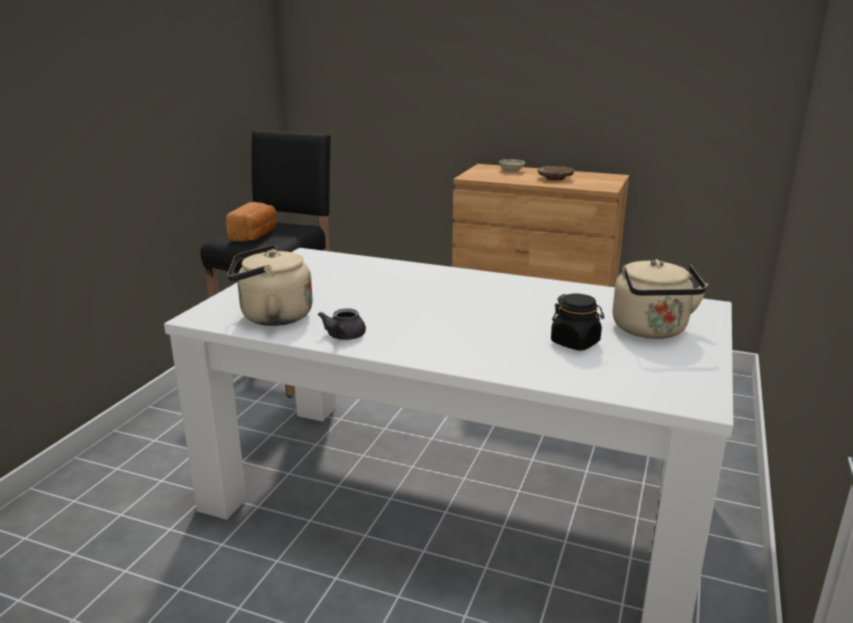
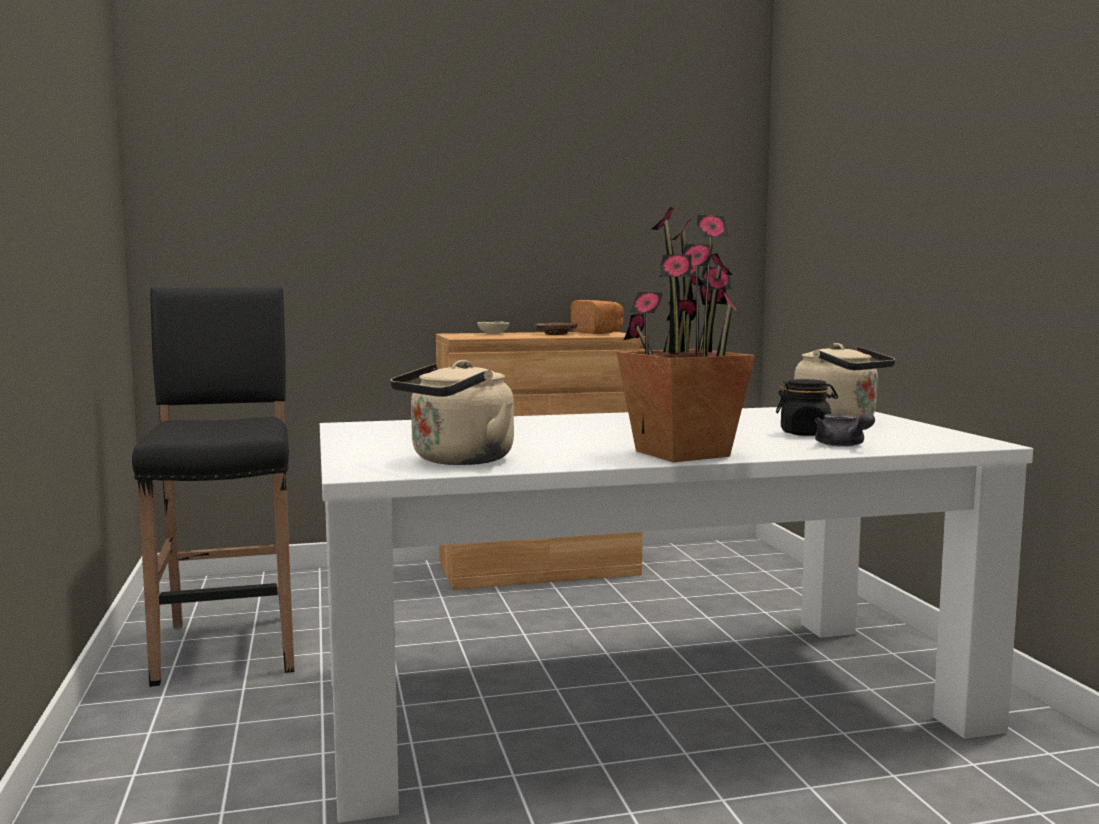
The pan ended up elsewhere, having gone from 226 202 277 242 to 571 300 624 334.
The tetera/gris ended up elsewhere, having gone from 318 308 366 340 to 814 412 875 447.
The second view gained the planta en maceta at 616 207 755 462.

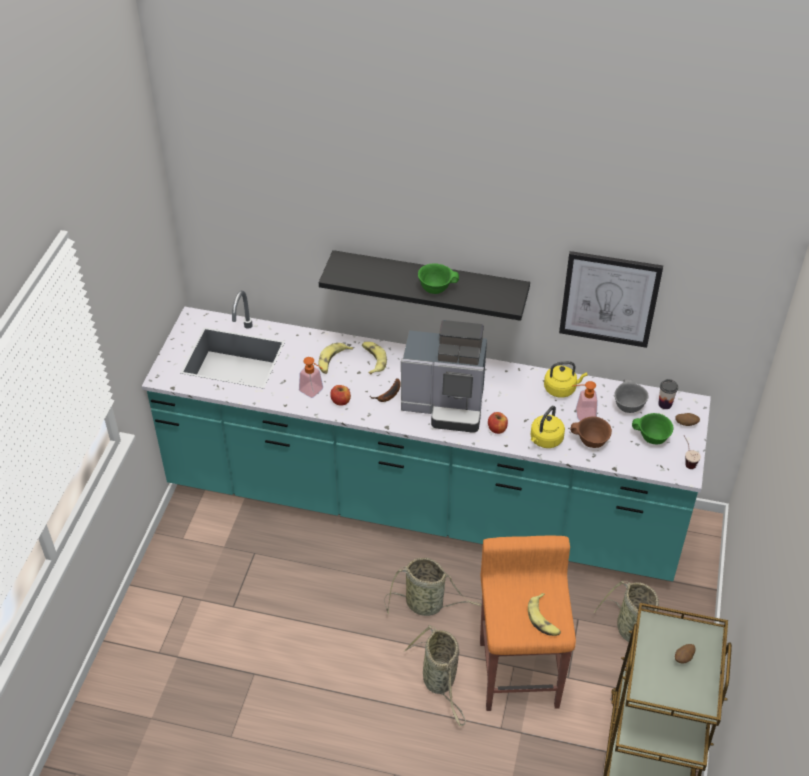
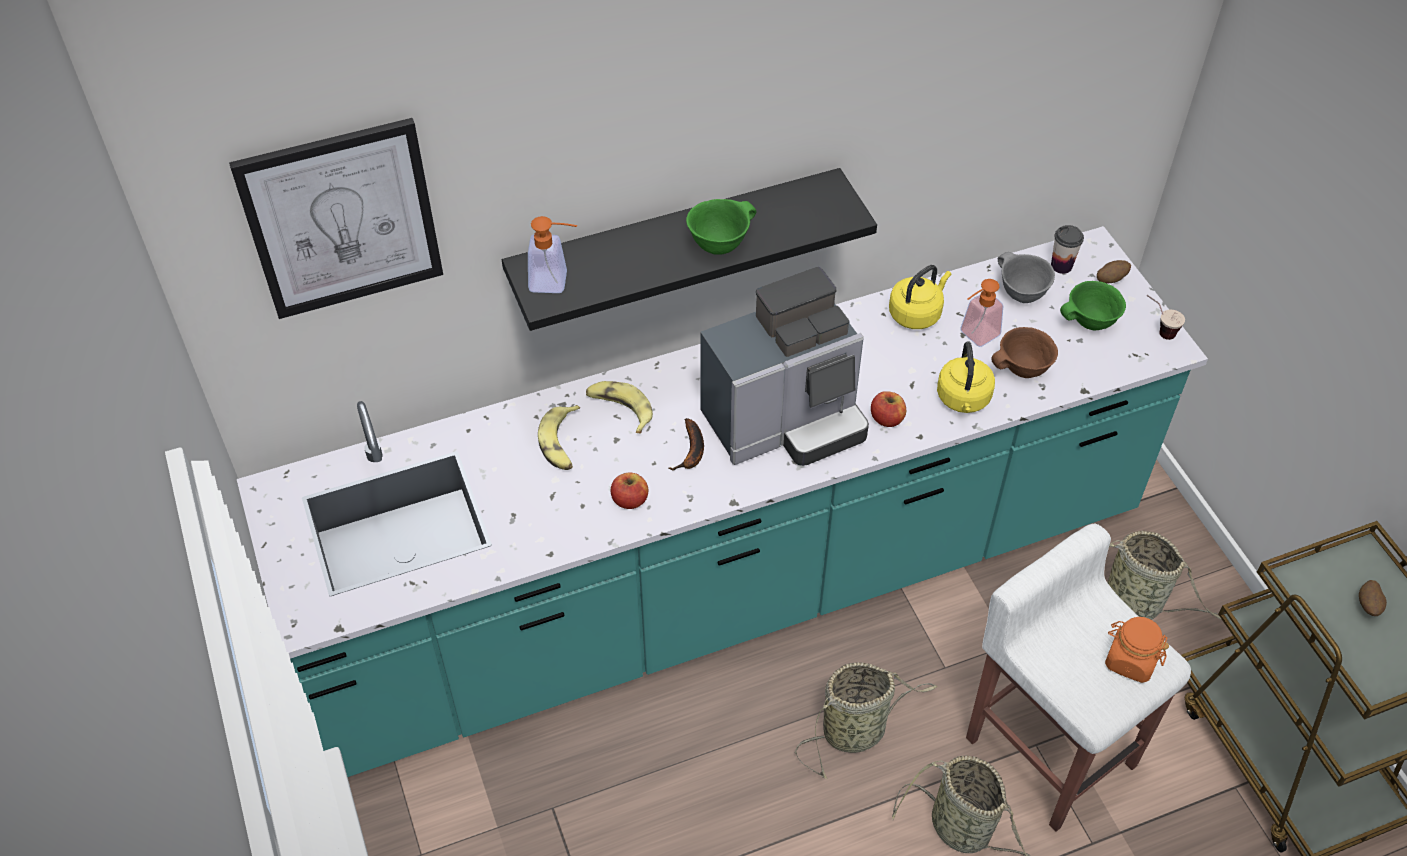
The dispensador de jabón ended up elsewhere, having gone from 299 357 323 398 to 528 216 577 293.
What was the taburete/naranja at 480 535 576 711 turned into the taburete/blanco at 966 524 1191 832.
Where the plátano stood at 528 593 561 636, the tarro/naranja came to stand at 1105 617 1169 683.
The cuadro ended up elsewhere, having gone from 559 251 663 348 to 229 118 443 319.

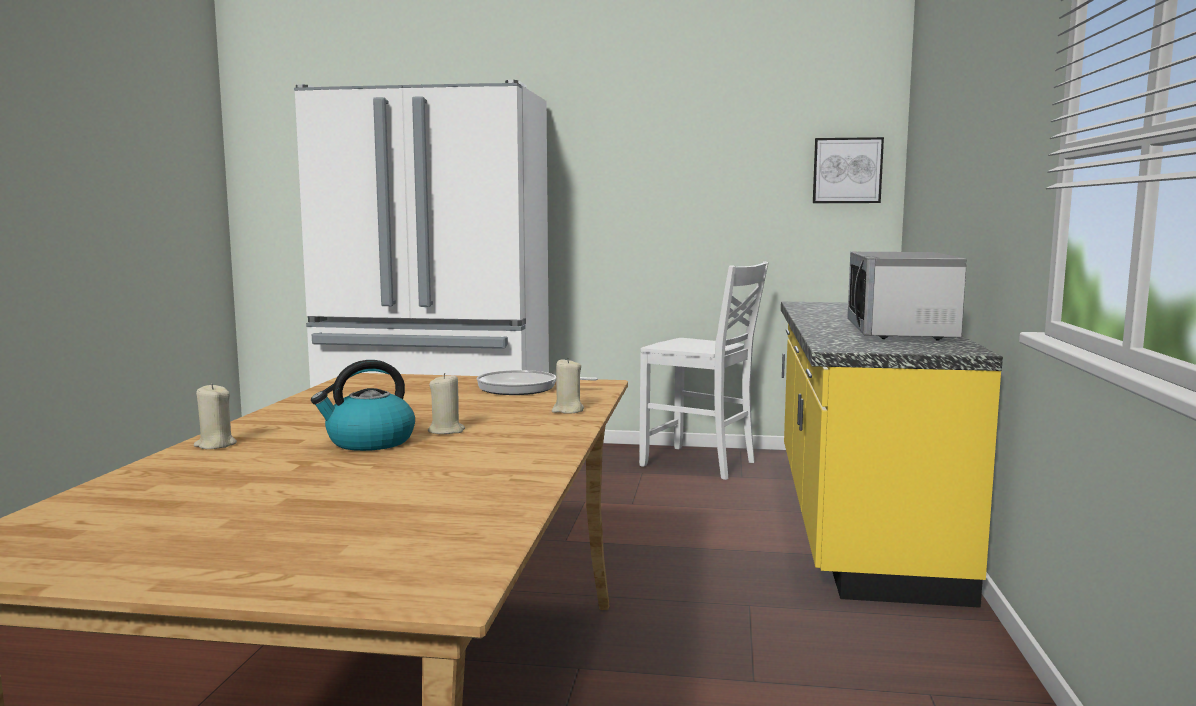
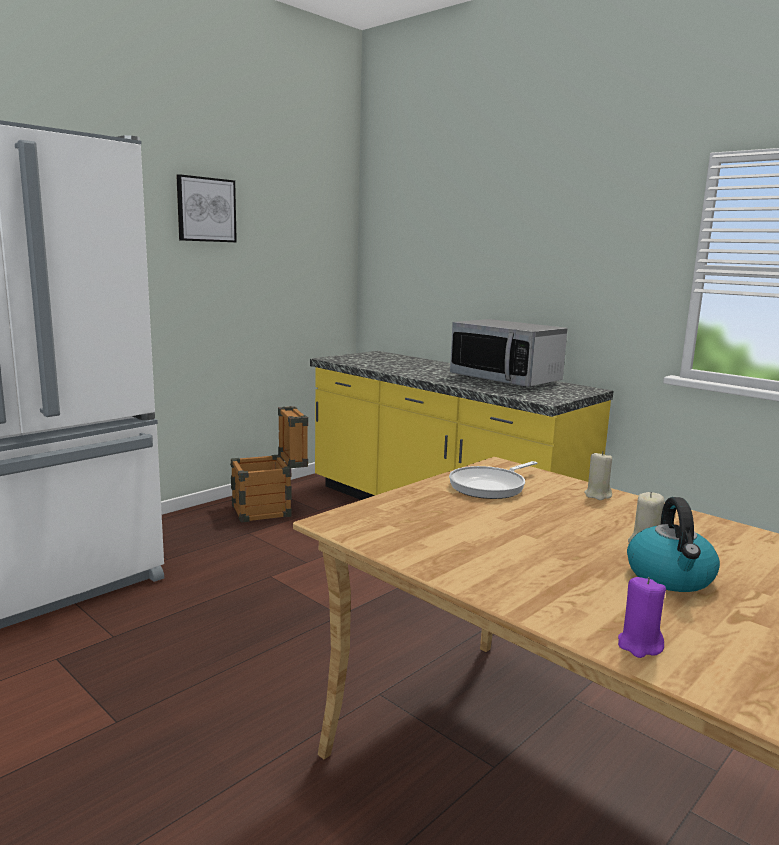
What was the vela/beis at 194 383 237 449 turned into the vela/morado at 618 577 666 658.
Where the silla/blanco stood at 639 261 769 480, the caja de embalaje came to stand at 230 406 308 522.
The cuadro ended up elsewhere, having gone from 813 137 884 203 to 176 174 237 242.

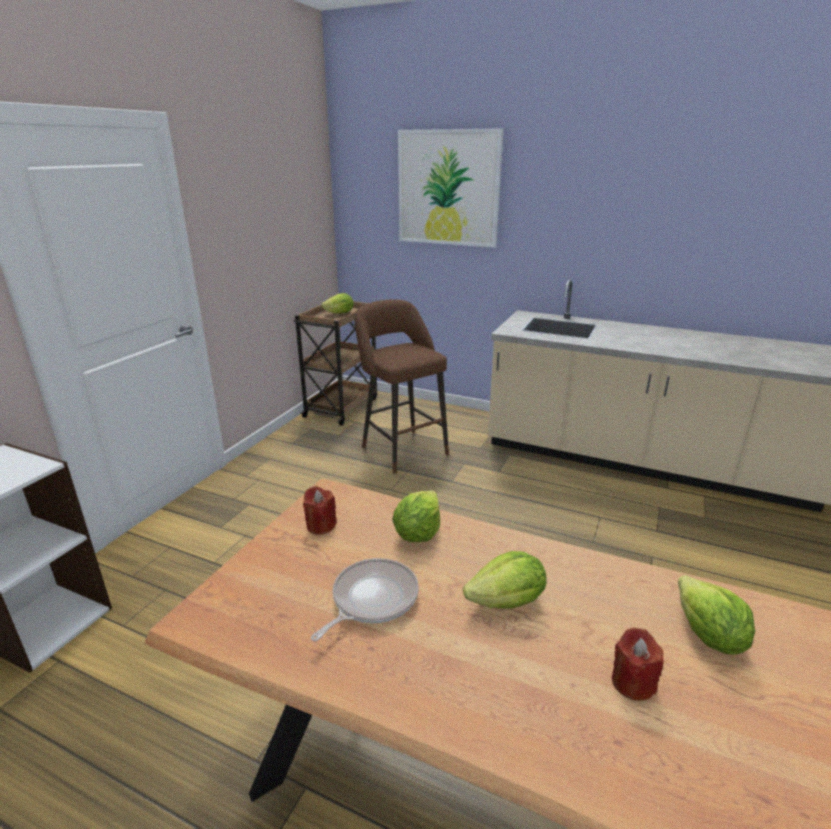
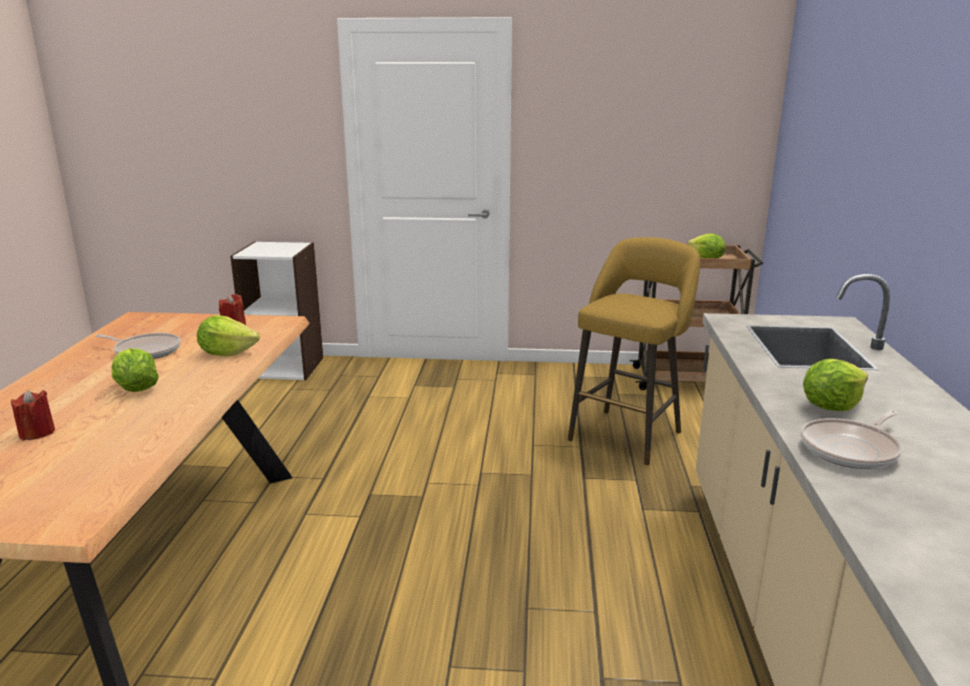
What was the taburete/marrón at 354 300 449 473 turned into the taburete/amarillo at 568 237 700 465.
The second view lost the cuadro at 398 129 504 248.
The lechuga ended up elsewhere, having gone from 678 575 755 654 to 803 359 868 411.
The second view gained the sartén at 801 410 902 469.

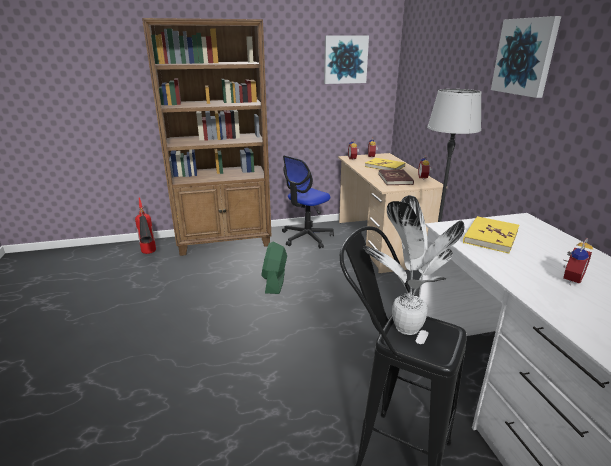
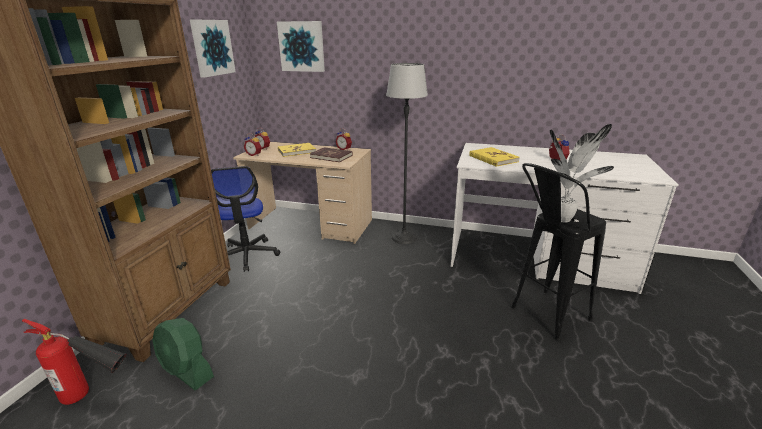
The ventilador/verde ended up elsewhere, having gone from 261 242 287 294 to 152 318 214 391.
The cuadro ended up elsewhere, having gone from 491 16 561 98 to 277 21 325 72.

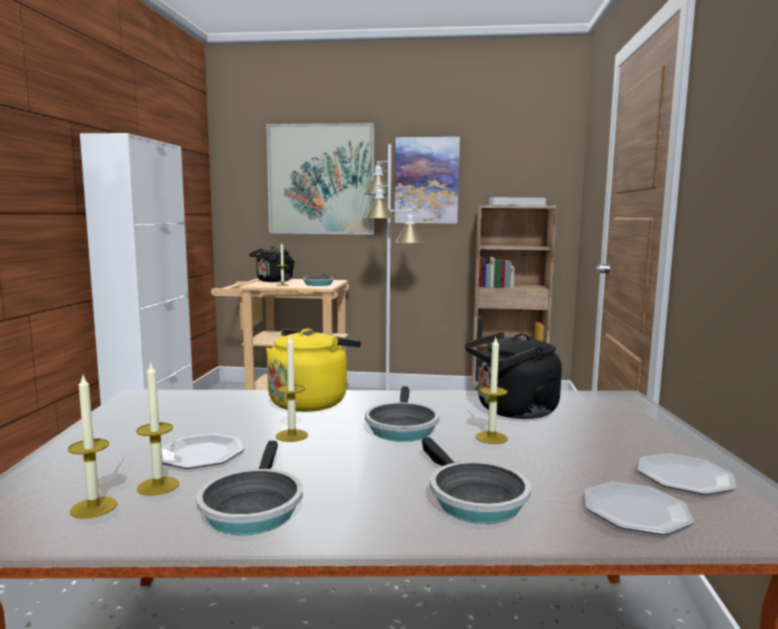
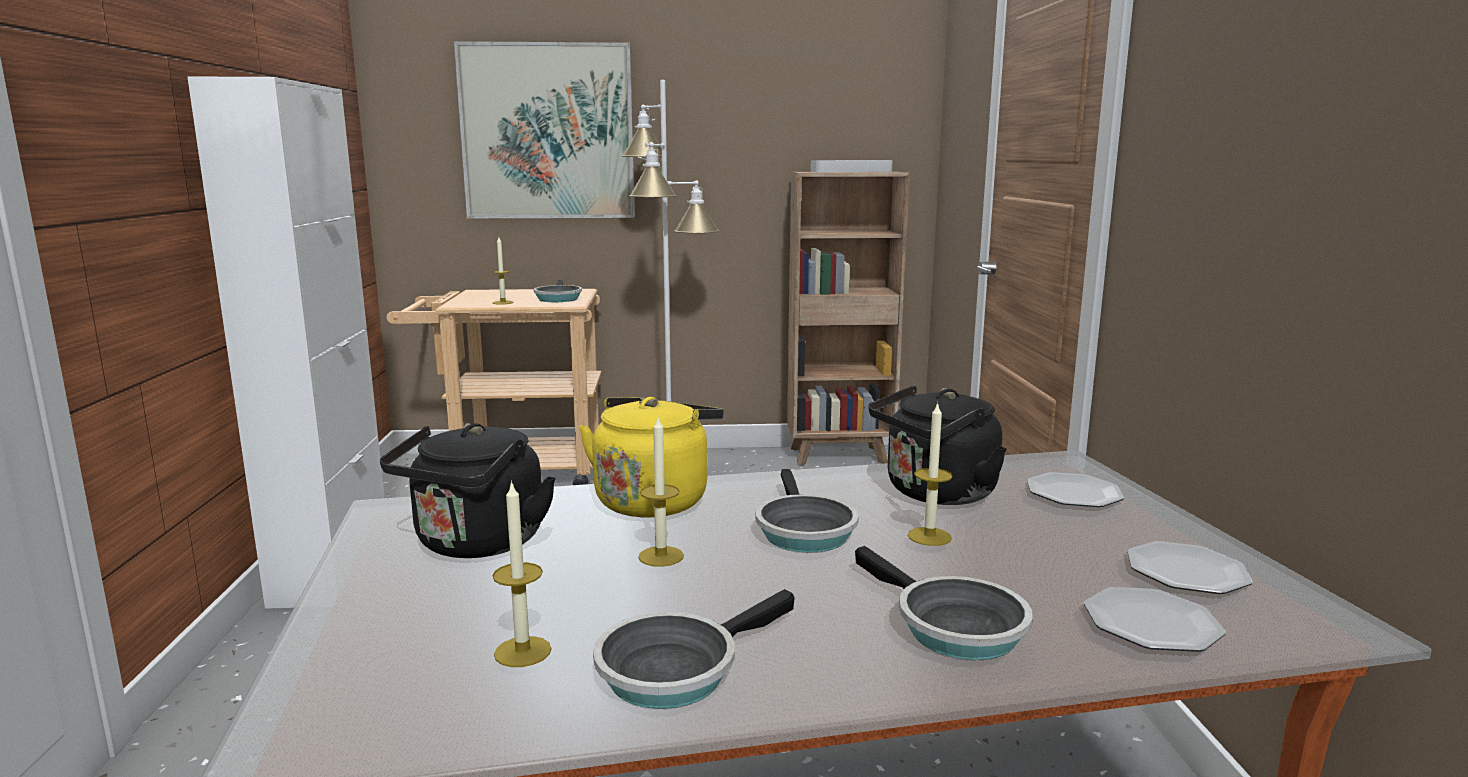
The second view lost the vela at 68 376 117 519.
The plato ended up elsewhere, having gone from 161 433 244 469 to 1027 472 1124 507.
The sartén at 196 441 303 535 ended up facing another way, 60 degrees clockwise from before.
The hervidor/negro ended up elsewhere, having gone from 249 246 295 282 to 380 423 556 558.
The second view lost the cuadro at 395 137 460 224.

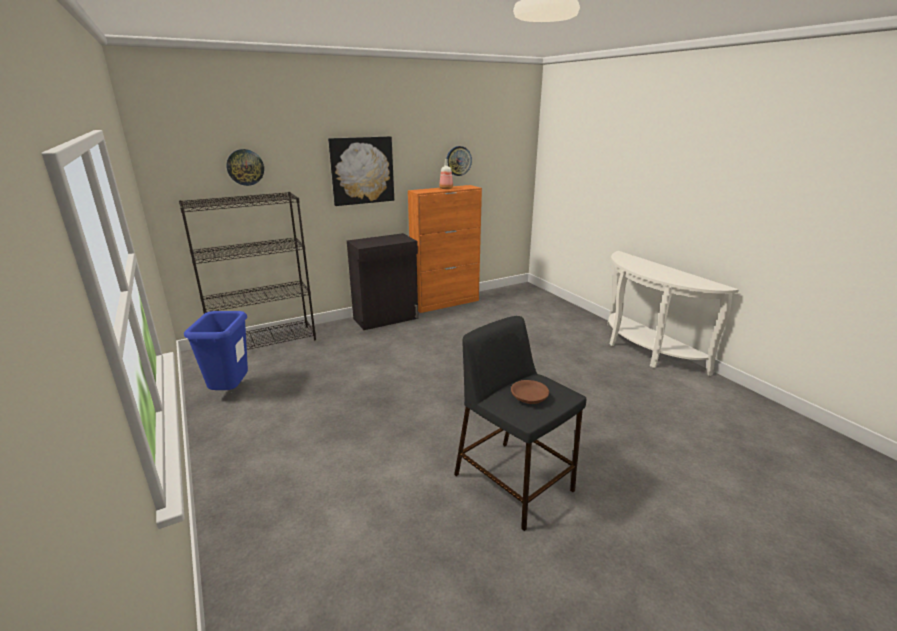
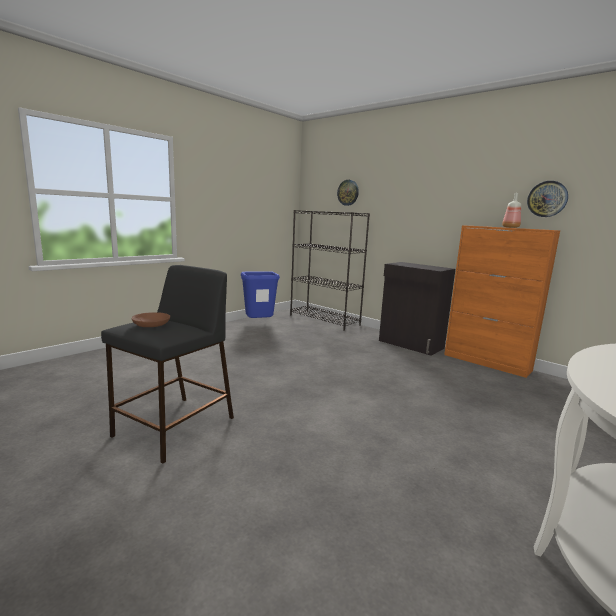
The second view lost the cuadro at 328 136 394 206.

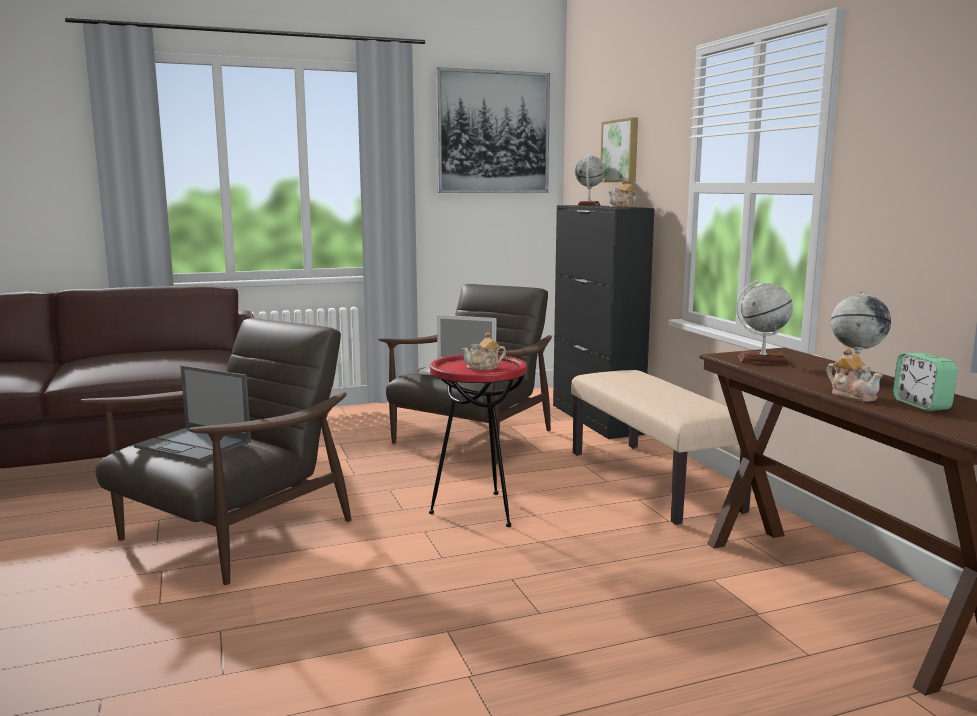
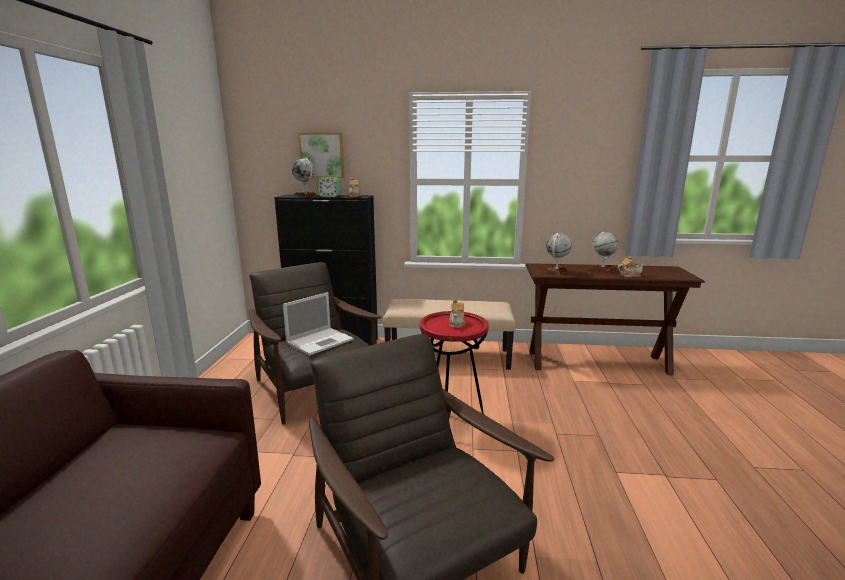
The second view lost the portátil at 133 365 251 462.
The second view lost the cuadro at 436 67 550 193.
The despertador ended up elsewhere, having gone from 893 353 958 411 to 317 177 340 197.

